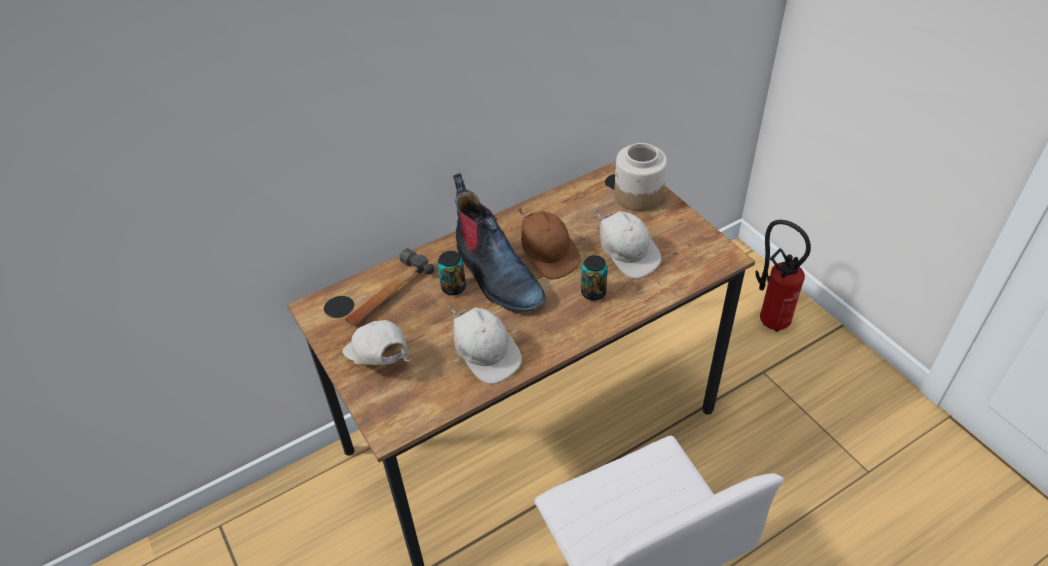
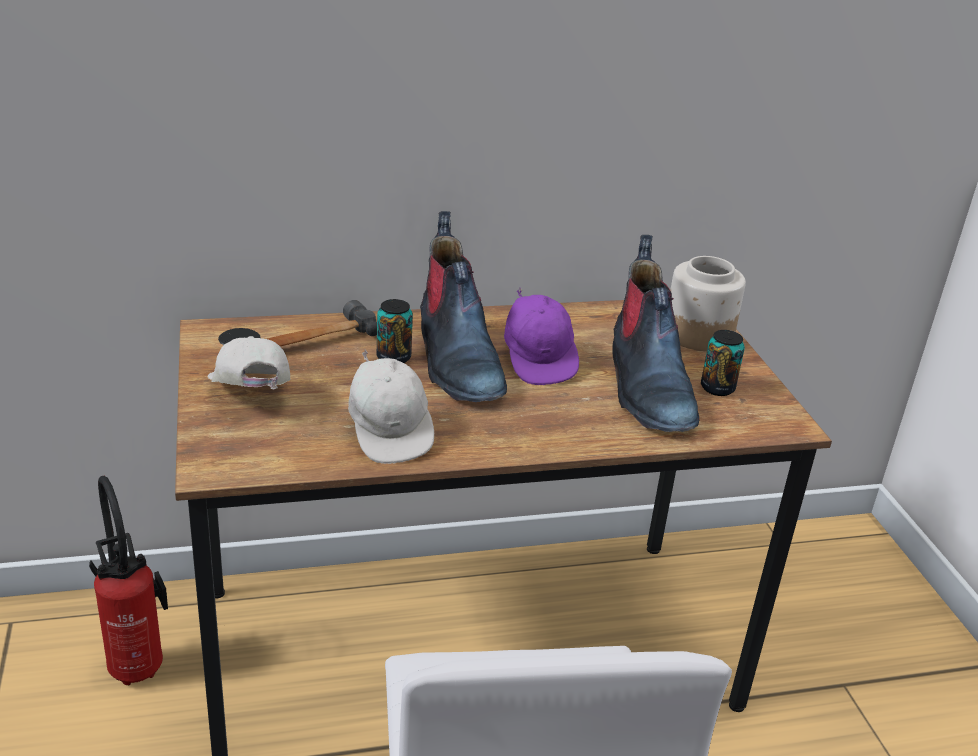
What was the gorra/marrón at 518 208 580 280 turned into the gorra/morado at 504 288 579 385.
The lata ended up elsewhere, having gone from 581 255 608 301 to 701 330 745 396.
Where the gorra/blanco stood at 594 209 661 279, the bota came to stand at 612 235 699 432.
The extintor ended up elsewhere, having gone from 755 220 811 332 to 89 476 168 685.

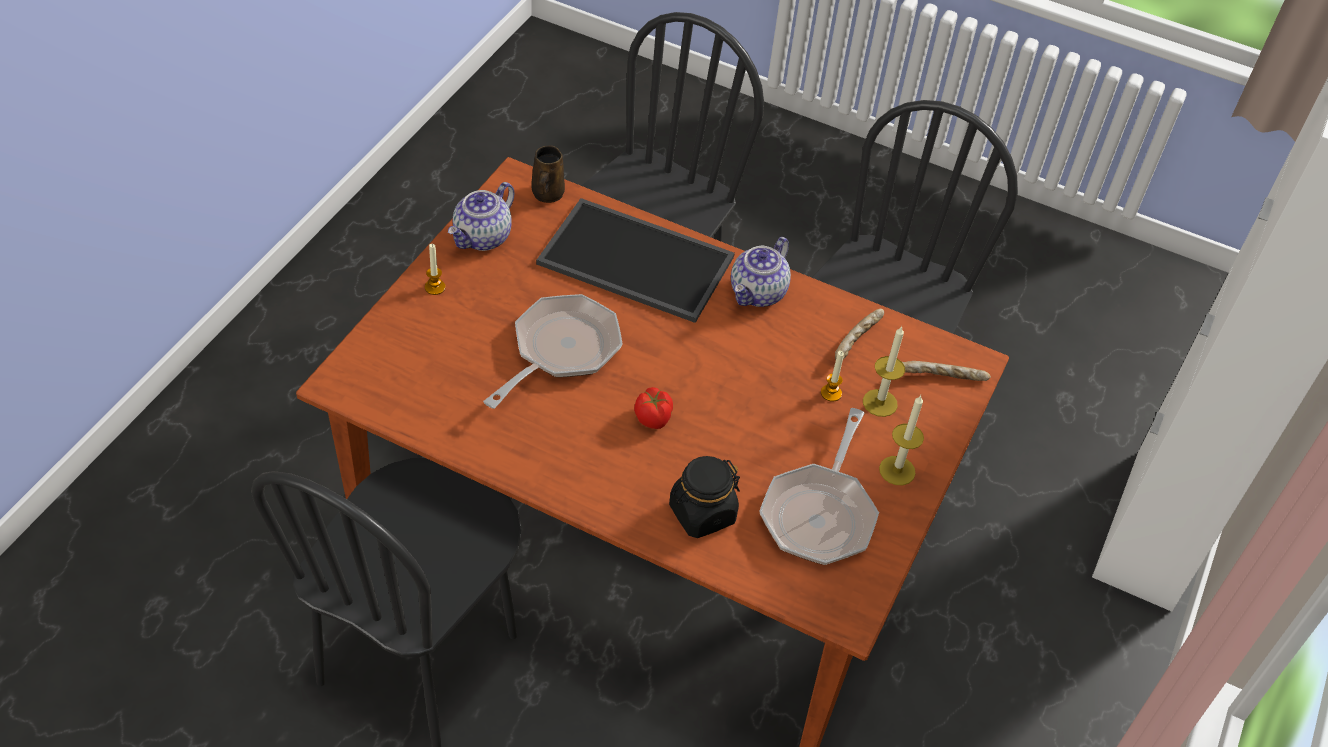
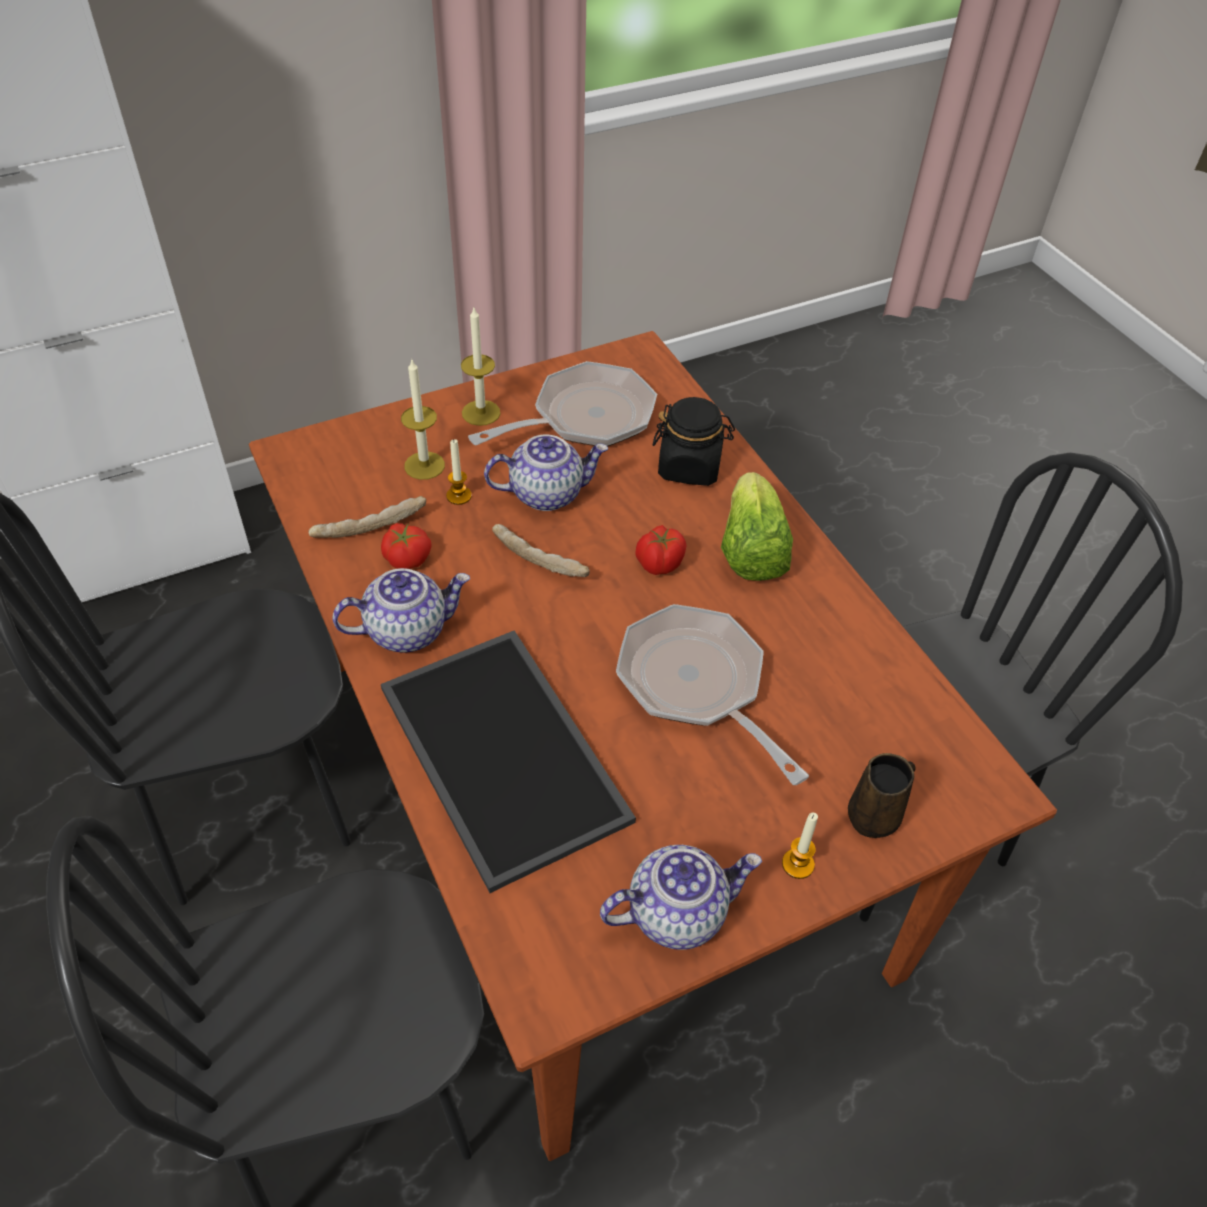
The sartén at 483 294 622 409 ended up facing another way, 75 degrees clockwise from before.
The taza grande/marrón ended up elsewhere, having gone from 531 145 565 203 to 848 753 916 838.
The pan ended up elsewhere, having gone from 902 361 991 381 to 492 524 590 577.
The second view gained the tomate at 381 523 431 569.
The second view gained the tetera at 484 434 608 511.
The second view gained the lechuga at 721 472 793 581.

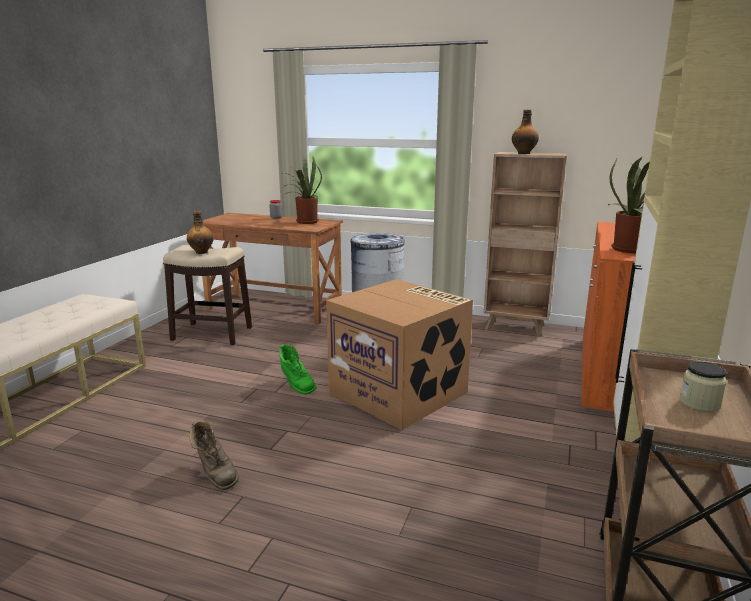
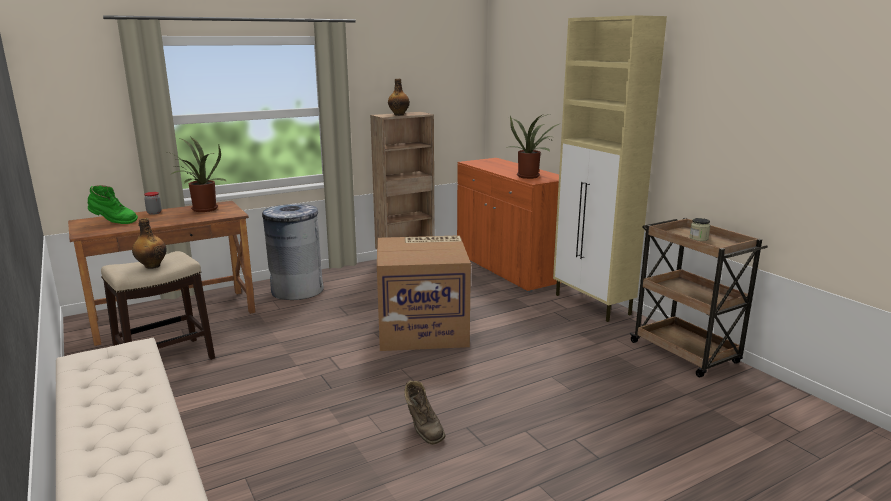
The bota/marrón at 189 420 239 490 ended up facing another way, 60 degrees clockwise from before.
The bota/verde ended up elsewhere, having gone from 279 344 317 395 to 88 185 138 224.

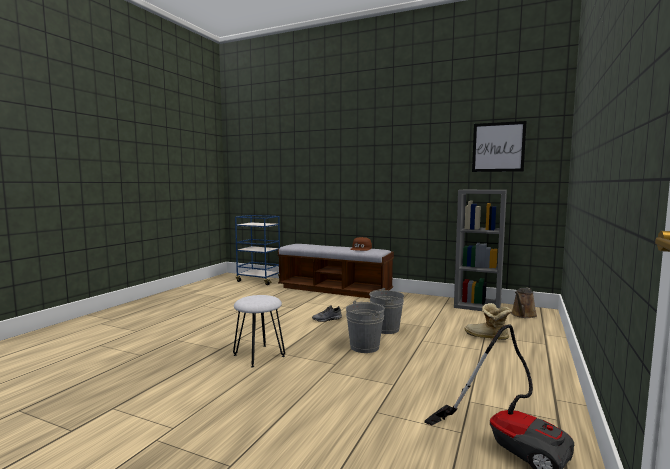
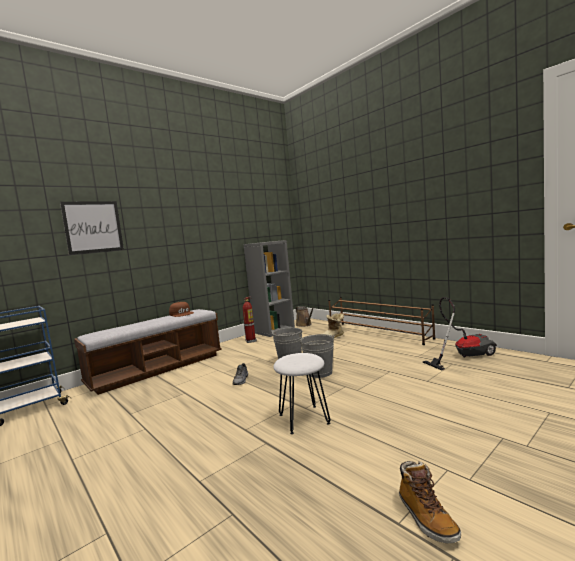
The cuadro ended up elsewhere, having gone from 472 121 527 172 to 60 201 124 255.
The second view gained the extintor at 243 296 257 343.
The second view gained the zapatero/marrón at 328 296 435 345.
The second view gained the bota at 399 461 461 543.

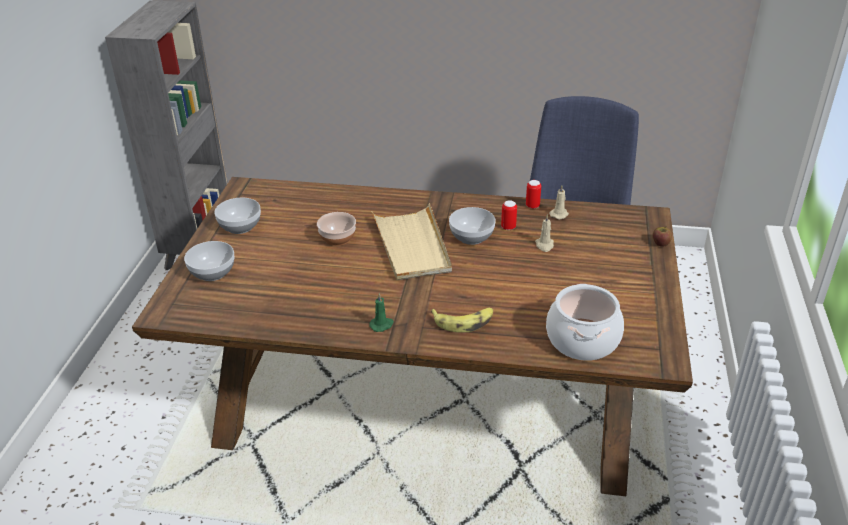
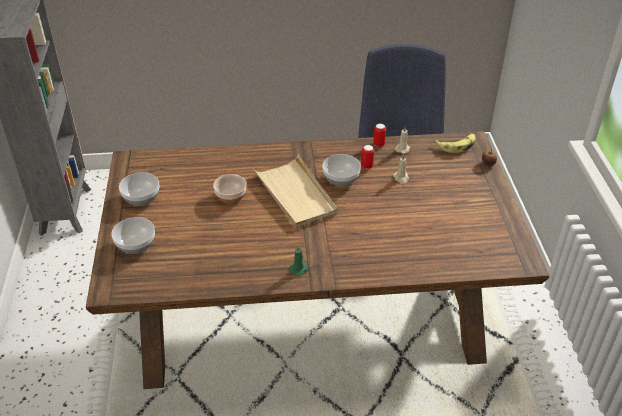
The plátano ended up elsewhere, having gone from 431 308 493 333 to 434 134 476 153.
The second view lost the olla at 546 284 624 361.

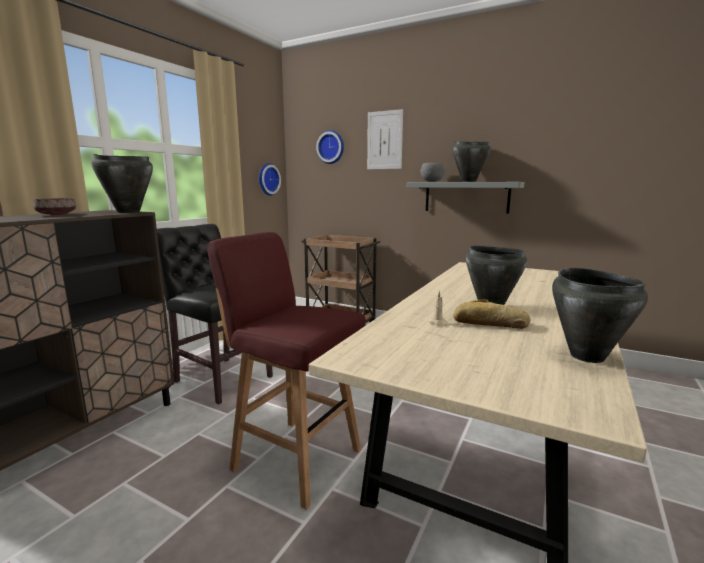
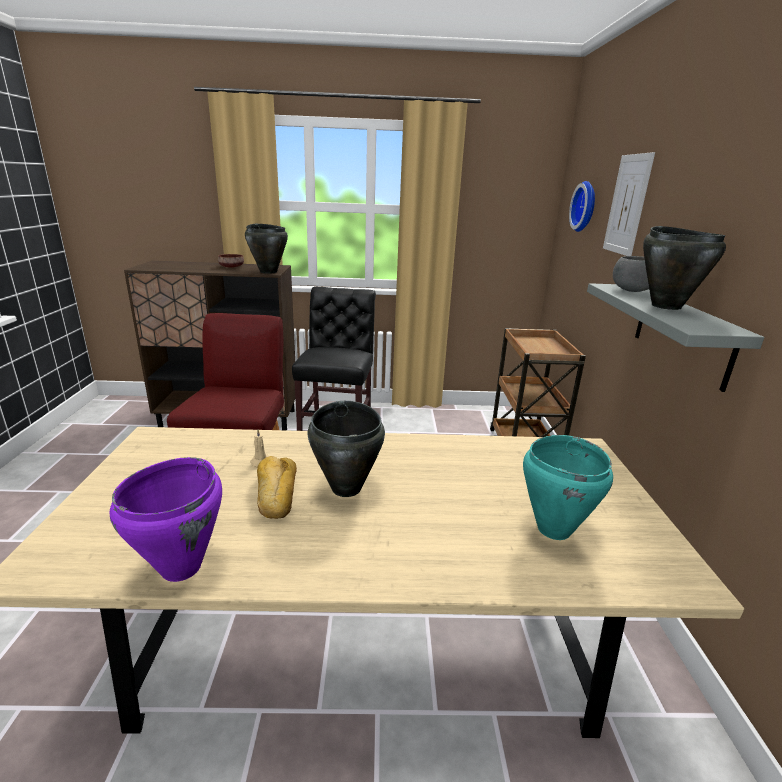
The second view lost the reloj de pared at 259 163 281 196.
What was the olla/negro at 552 268 648 363 turned into the olla/morado at 110 457 222 582.
The second view gained the olla/turquesa at 523 435 613 540.

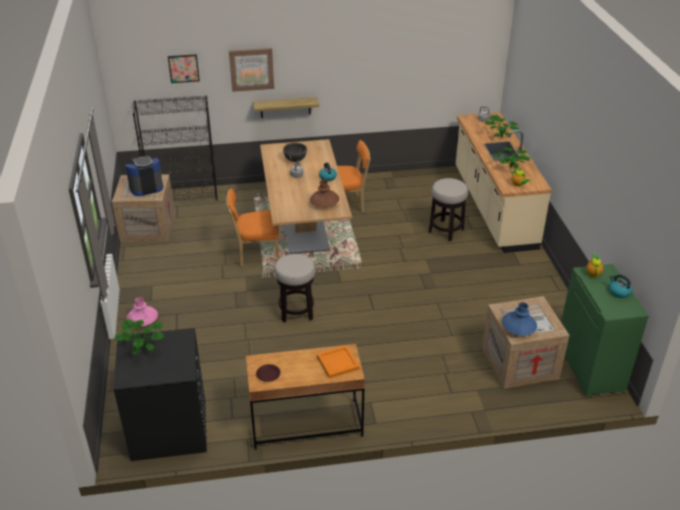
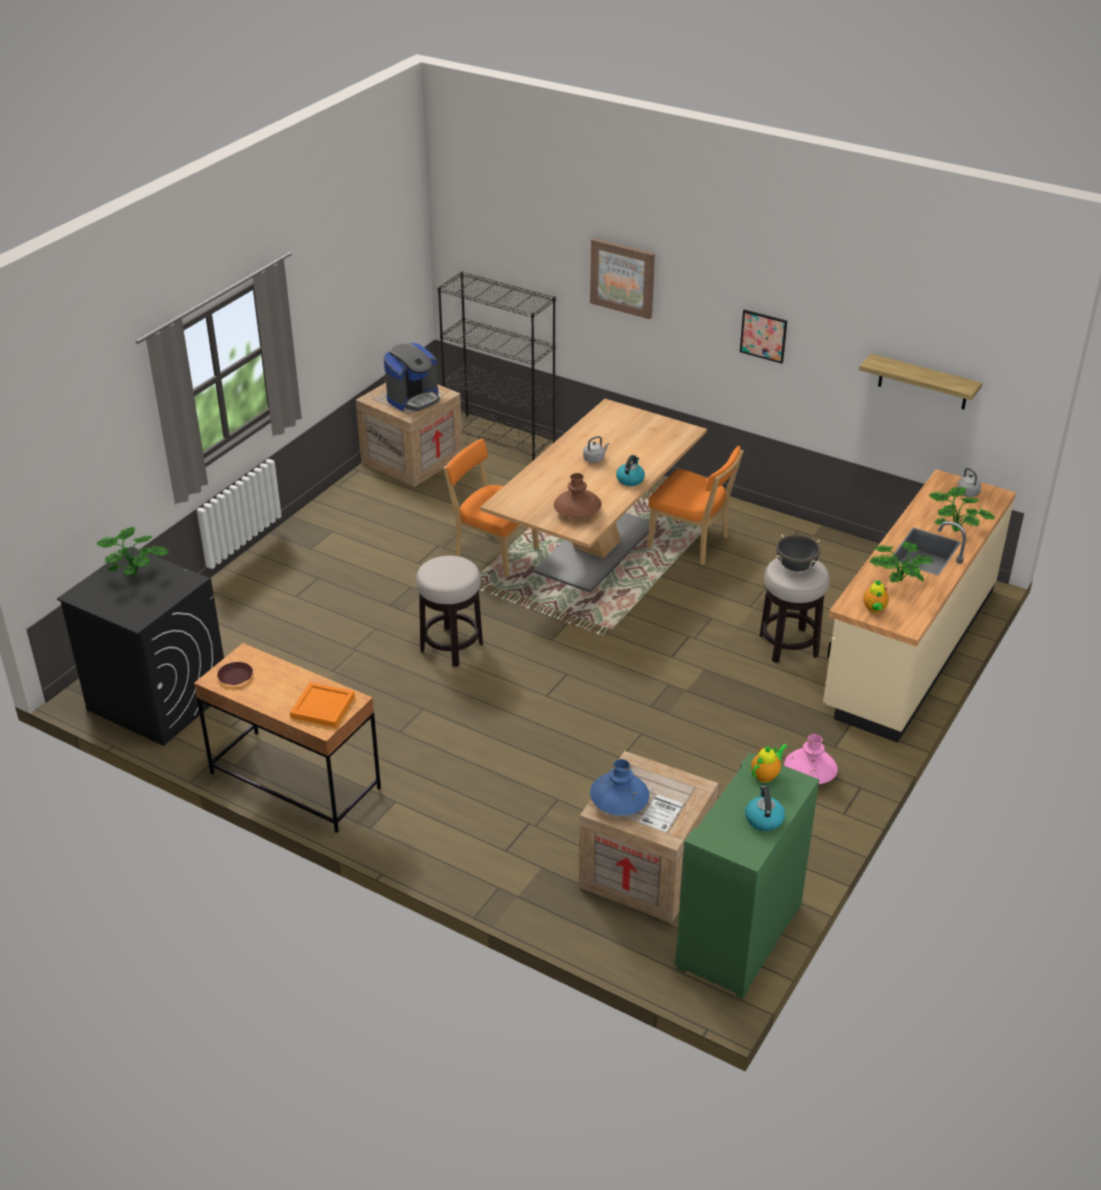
The cafetera at 125 156 163 196 ended up facing another way, 120 degrees clockwise from before.
The florero/rosa ended up elsewhere, having gone from 126 297 158 327 to 784 734 838 784.
The cuadro ended up elsewhere, having gone from 168 54 200 83 to 740 309 787 364.
The estante ended up elsewhere, having gone from 253 97 319 118 to 859 354 982 410.
The olla/negro ended up elsewhere, having gone from 281 142 309 162 to 776 534 821 571.

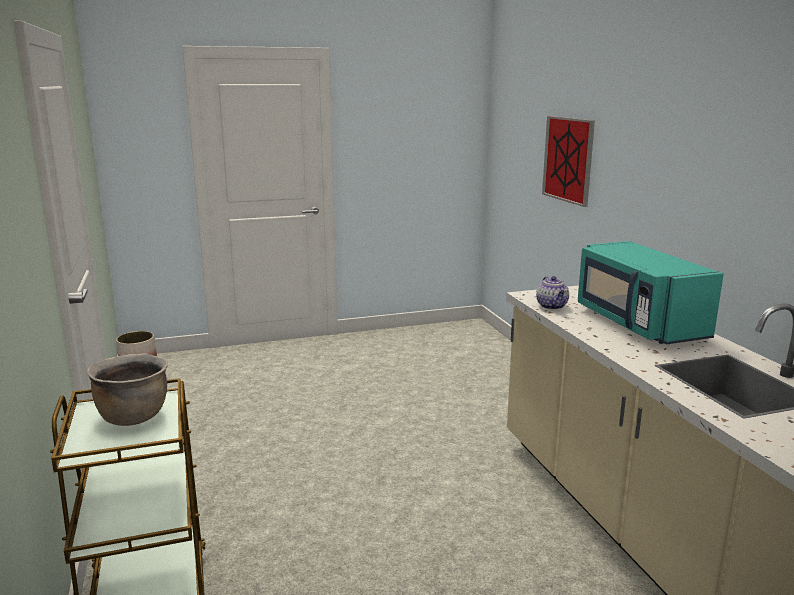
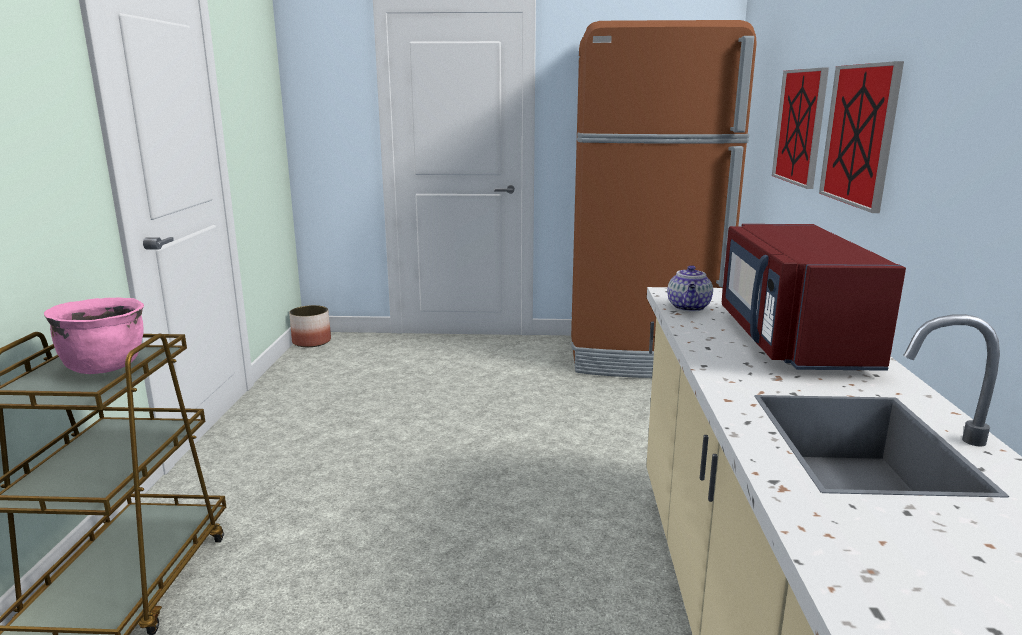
What was the olla/marrón at 87 353 168 426 turned into the olla/rosa at 44 297 144 374.
What was the microondas/turquesa at 578 241 724 344 turned into the microondas/rojo at 722 224 906 371.
The second view gained the nevera/marrón at 571 20 757 378.
The second view gained the cuadro at 819 61 904 213.

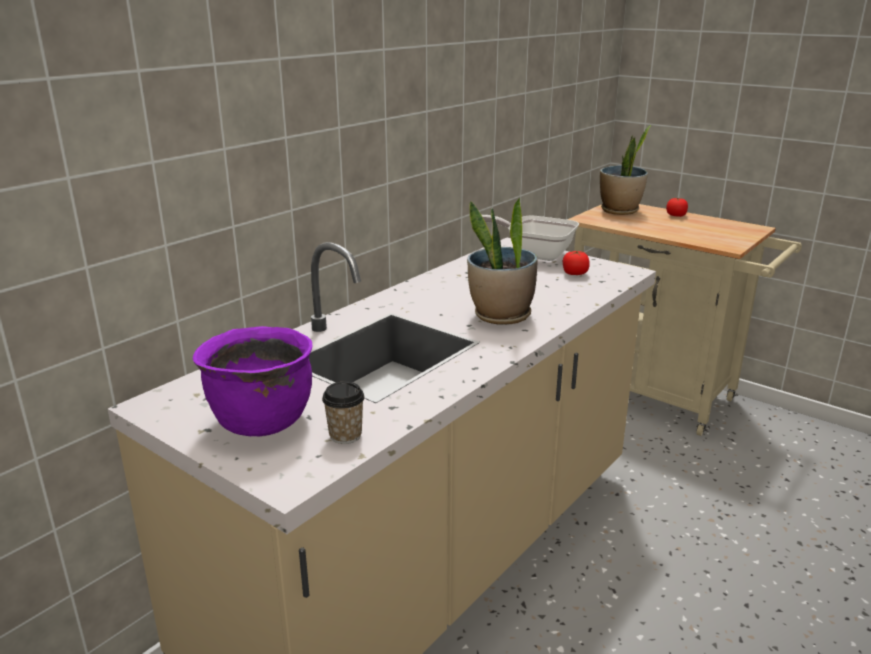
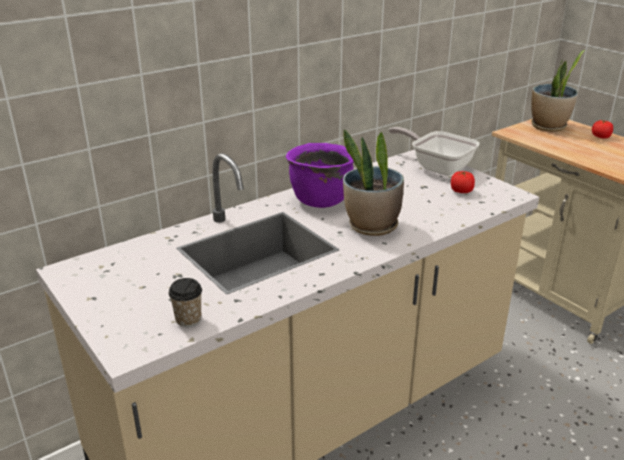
The olla/morado ended up elsewhere, having gone from 193 326 312 436 to 286 143 354 208.

